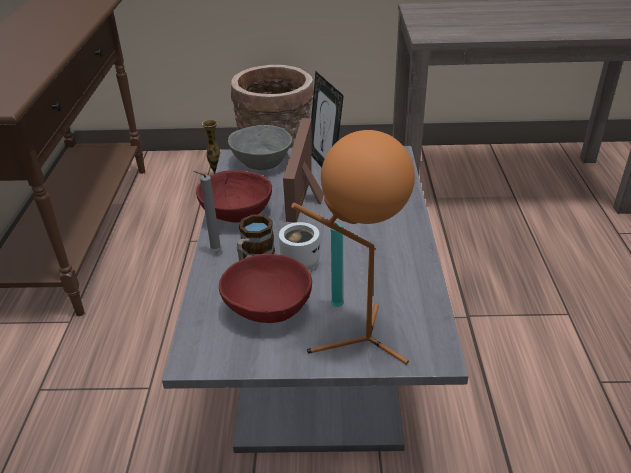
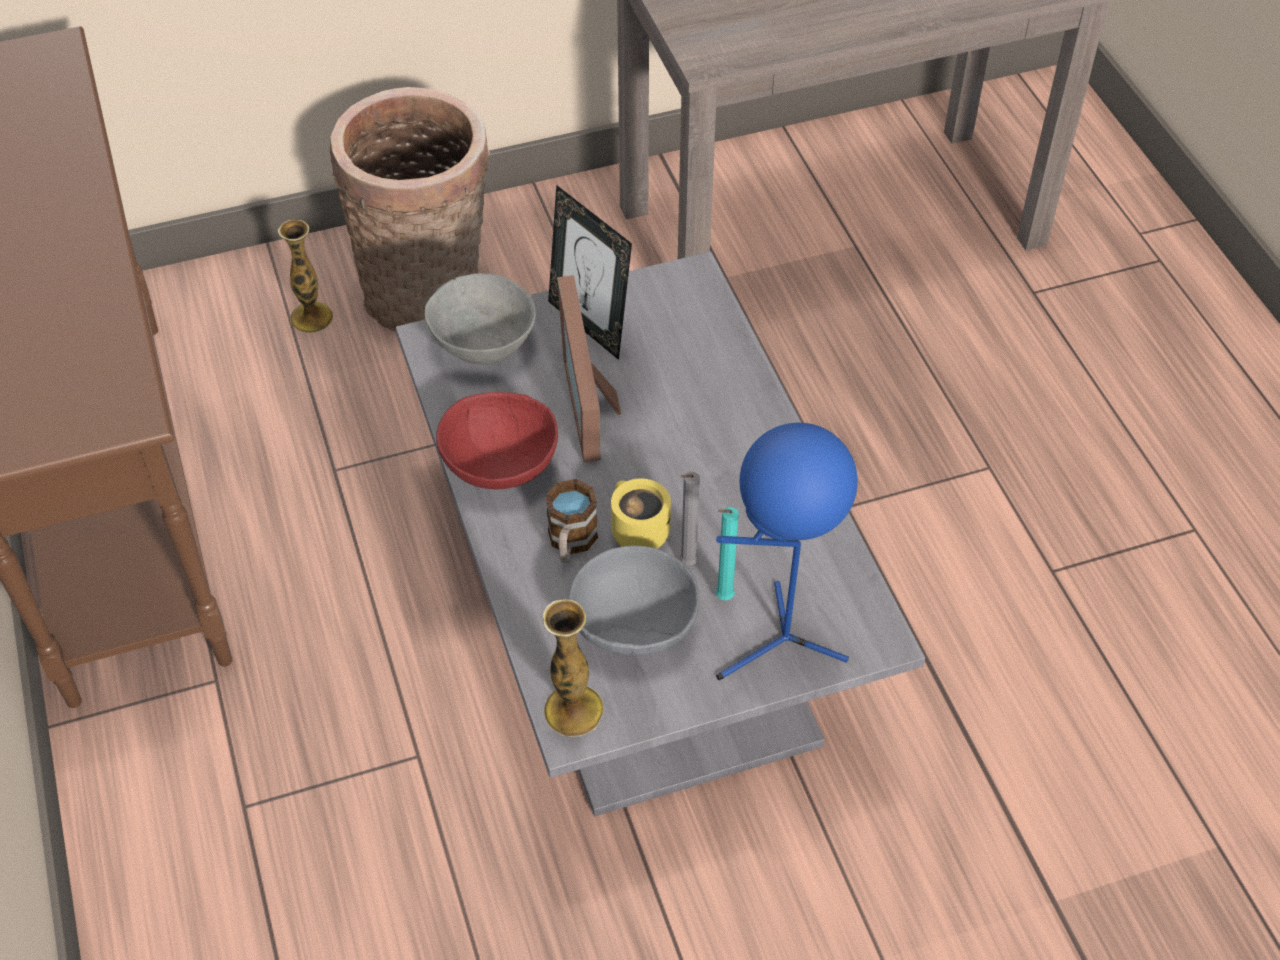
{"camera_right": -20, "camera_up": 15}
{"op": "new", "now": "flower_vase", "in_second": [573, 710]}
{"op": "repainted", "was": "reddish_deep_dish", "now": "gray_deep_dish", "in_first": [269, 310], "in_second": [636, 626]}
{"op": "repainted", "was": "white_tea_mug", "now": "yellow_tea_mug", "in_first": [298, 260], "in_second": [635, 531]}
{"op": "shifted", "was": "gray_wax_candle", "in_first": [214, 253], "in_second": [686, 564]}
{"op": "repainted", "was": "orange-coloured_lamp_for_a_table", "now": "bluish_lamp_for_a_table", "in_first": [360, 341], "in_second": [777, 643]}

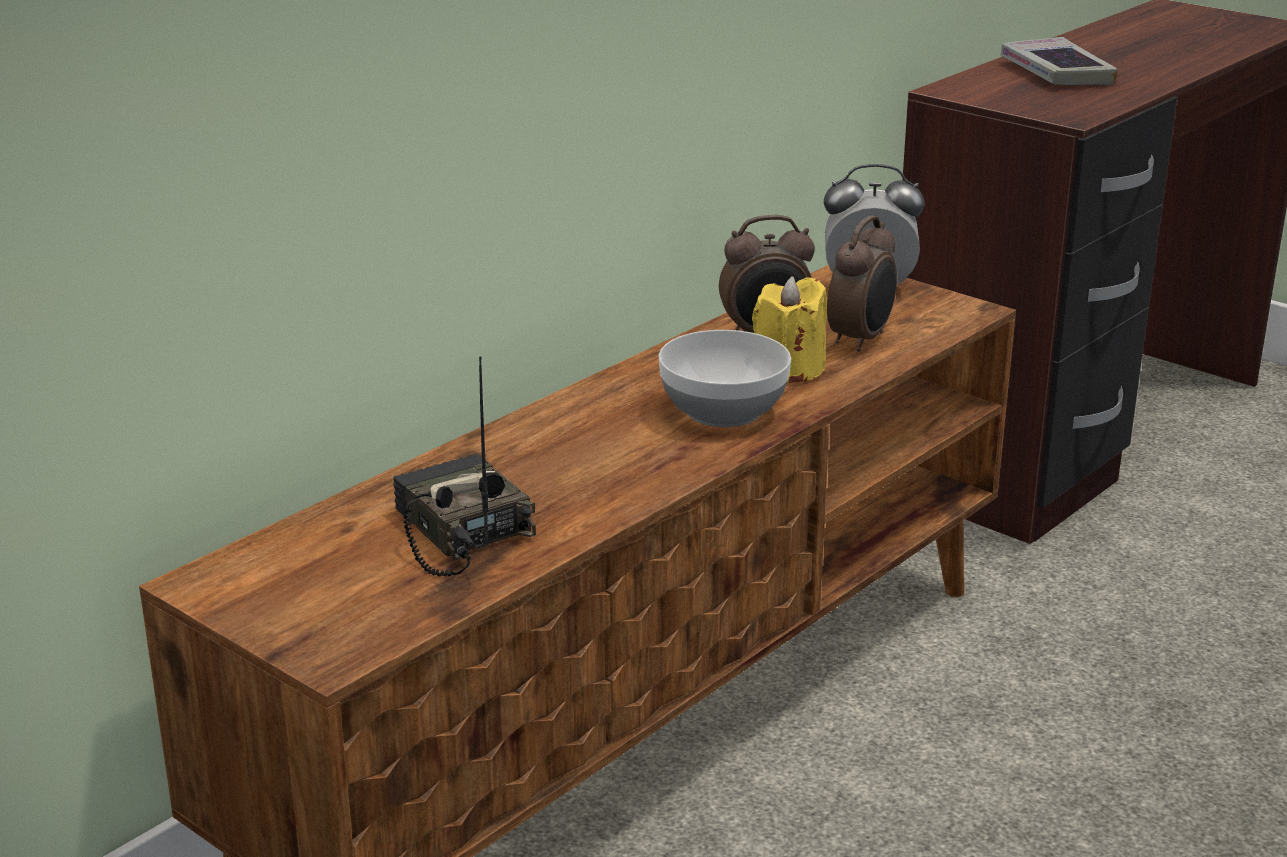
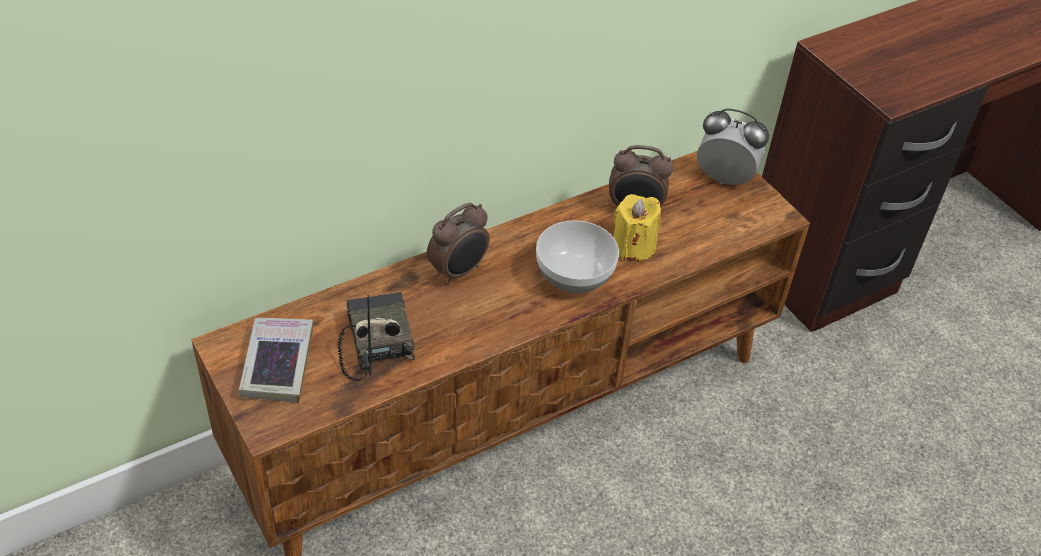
{"camera_right": 15, "camera_up": 20}
{"op": "shifted", "was": "book", "in_first": [1056, 73], "in_second": [277, 364]}
{"op": "shifted", "was": "bedside_clock", "in_first": [861, 340], "in_second": [459, 271]}

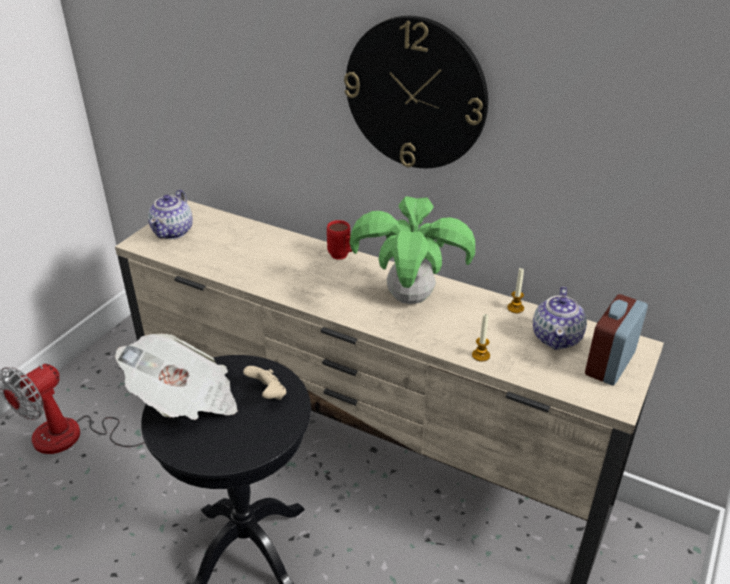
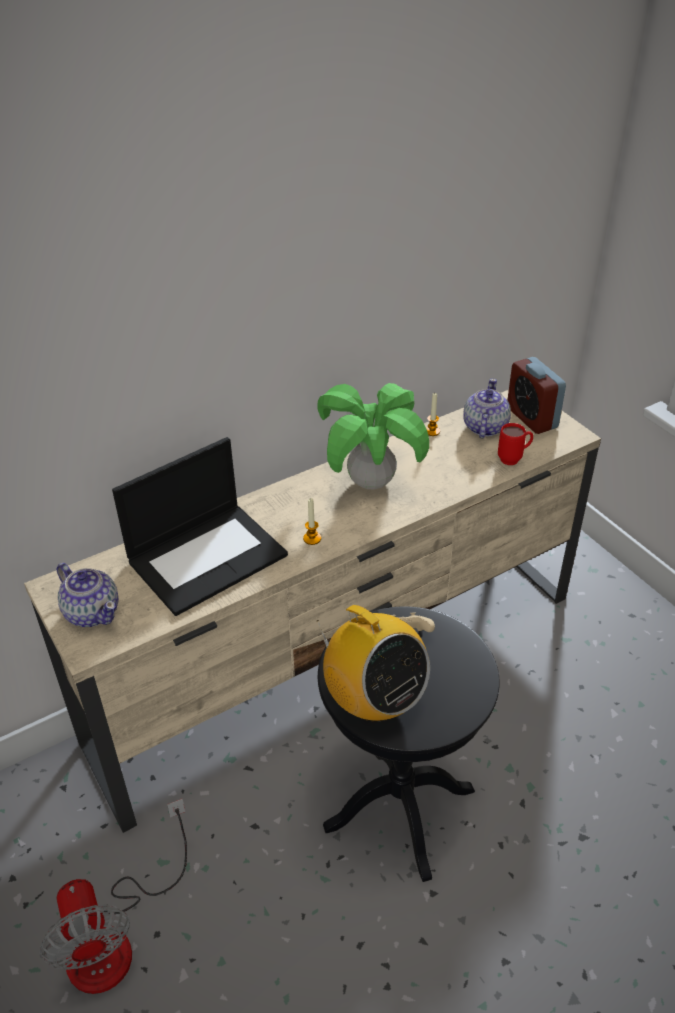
{"camera_right": -60, "camera_up": 5}
{"op": "new", "now": "notebook_computer", "in_second": [208, 556]}
{"op": "shifted", "was": "wax_candle", "in_first": [480, 355], "in_second": [312, 538]}
{"op": "swapped", "was": "newspaper", "now": "radio", "in_first": [185, 400], "in_second": [374, 701]}
{"op": "rotated", "was": "pot_for_tea", "in_first": [557, 337], "in_second": [484, 427], "clockwise": -120}
{"op": "shifted", "was": "reddish_tea_mug", "in_first": [342, 257], "in_second": [514, 459]}
{"op": "gone", "was": "clock_on_the_wall", "in_first": [415, 94]}

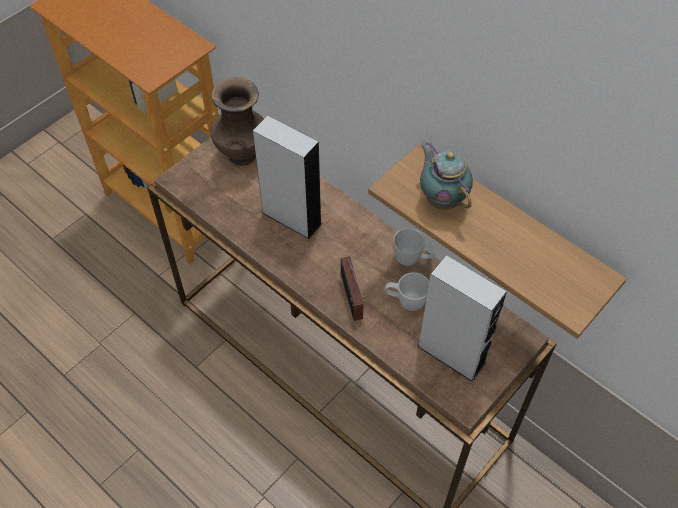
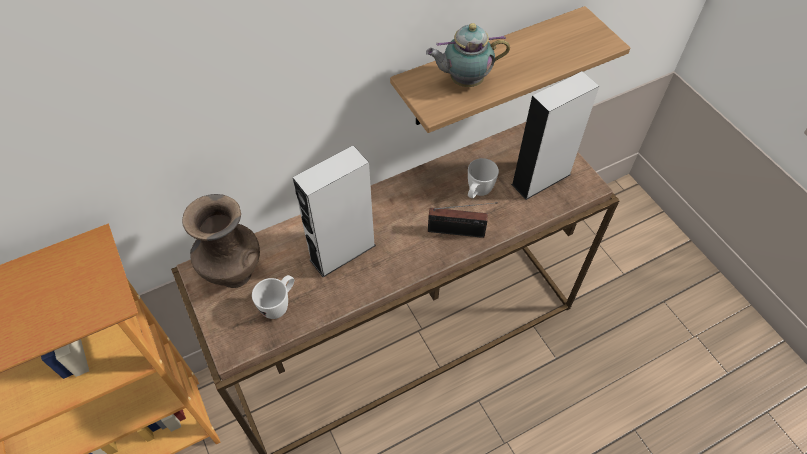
{"camera_right": -70, "camera_up": 0}
{"op": "shifted", "was": "white_tea_mug", "in_first": [412, 259], "in_second": [279, 304]}

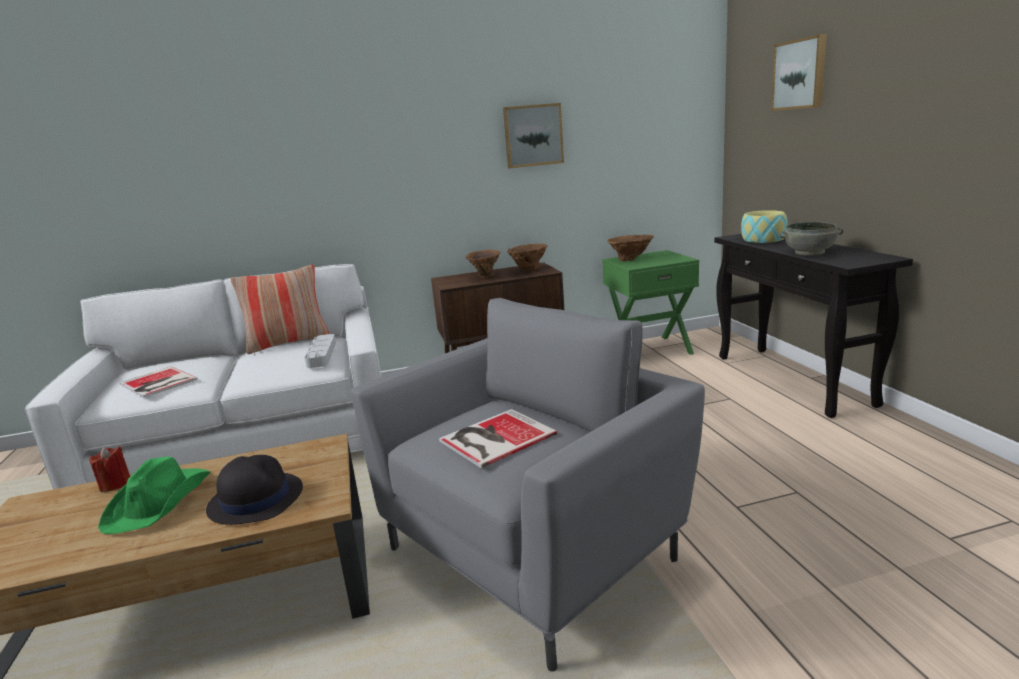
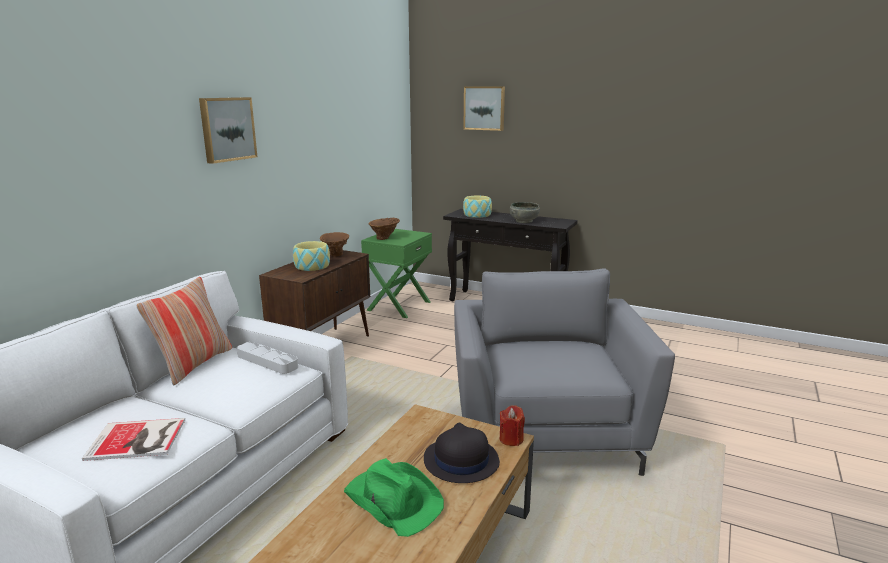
{"camera_right": -50, "camera_up": 0}
{"op": "shifted", "was": "wall_picture", "in_first": [533, 135], "in_second": [227, 129]}
{"op": "swapped", "was": "brown_flower_vase", "now": "deep_dish", "in_first": [484, 277], "in_second": [312, 266]}
{"op": "shifted", "was": "reddish_wax_candle", "in_first": [115, 484], "in_second": [511, 439]}
{"op": "gone", "was": "book", "in_first": [494, 438]}

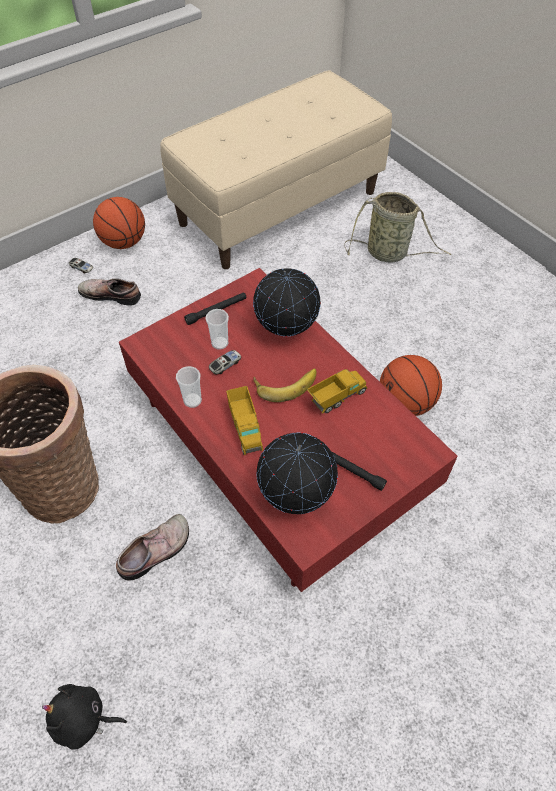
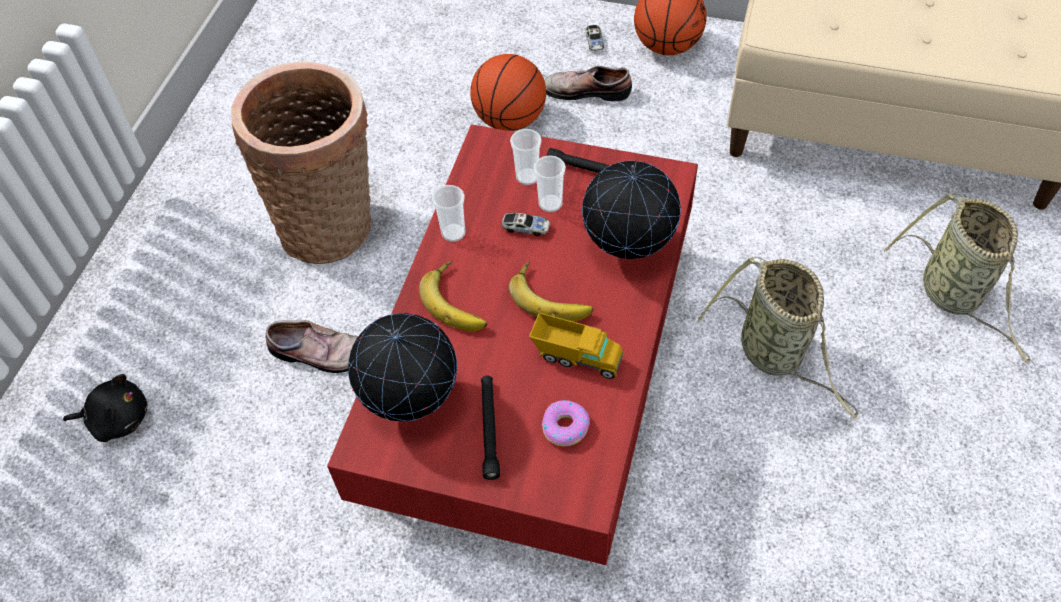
{"camera_right": 55, "camera_up": 0}
{"op": "rotated", "was": "blackish_soft_toy", "in_first": [83, 720], "in_second": [117, 419], "clockwise": 120}
{"op": "swapped", "was": "toy_lorry", "now": "whole_banana", "in_first": [245, 429], "in_second": [458, 301]}
{"op": "shifted", "was": "ball_for_basketball", "in_first": [405, 402], "in_second": [510, 120]}
{"op": "new", "now": "drinking_cup", "in_second": [527, 177]}
{"op": "new", "now": "ring_doughnut", "in_second": [565, 426]}
{"op": "rotated", "was": "low_shoe", "in_first": [111, 294], "in_second": [587, 89], "clockwise": -60}
{"op": "new", "now": "basket", "in_second": [774, 355]}

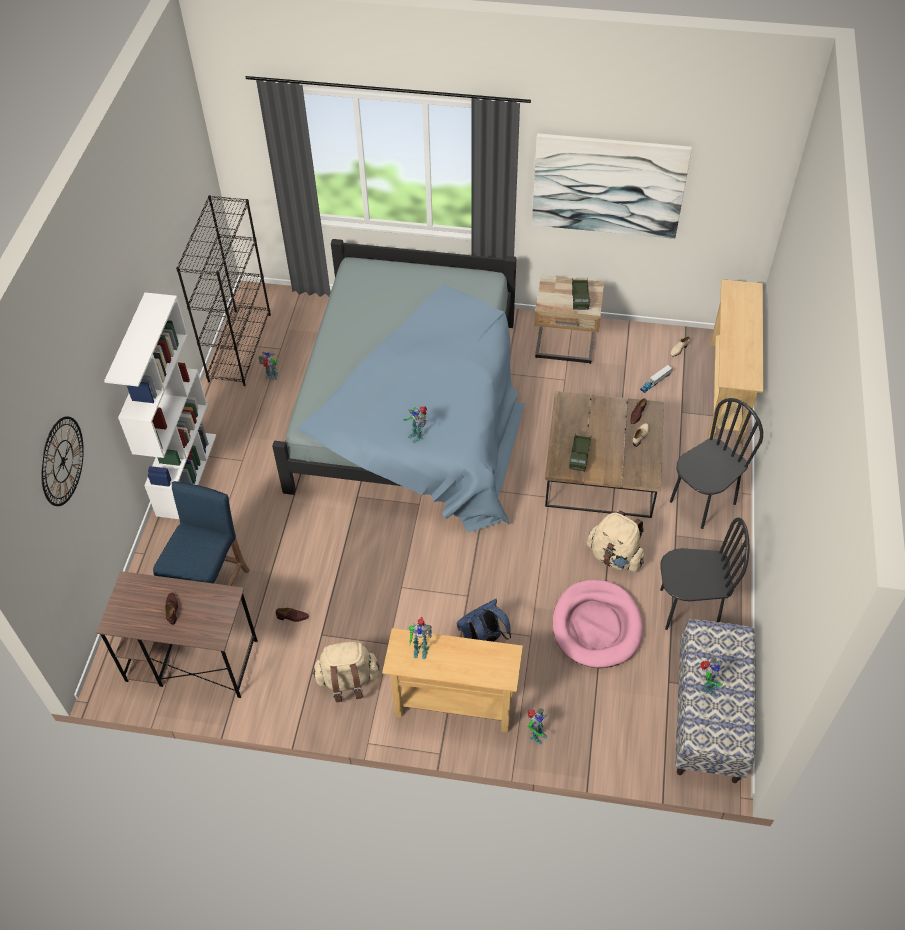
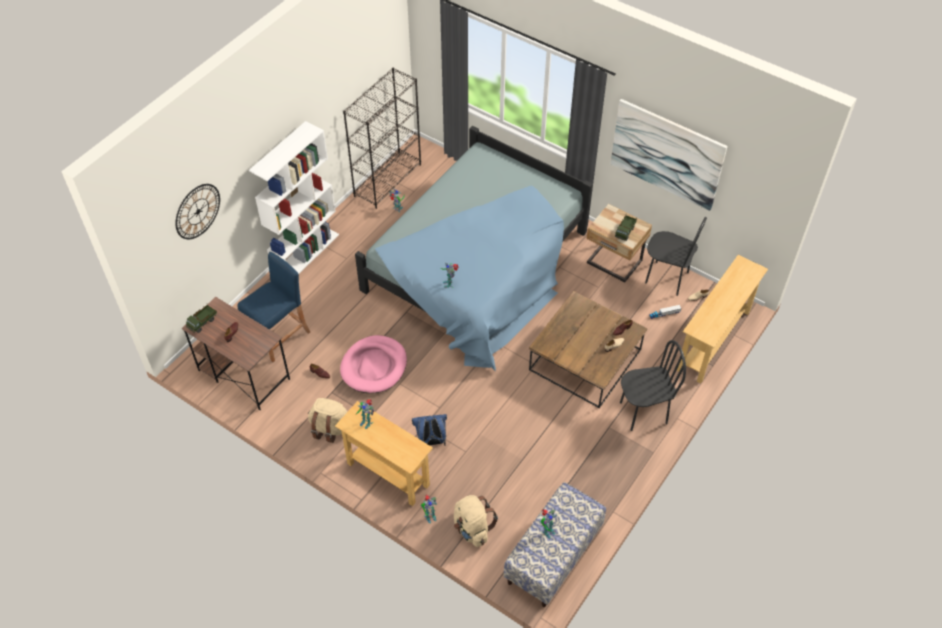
{"camera_right": 25, "camera_up": 0}
{"op": "shifted", "was": "toy_lorry", "in_first": [579, 458], "in_second": [203, 323]}
{"op": "shifted", "was": "pinkish_dog_cushion", "in_first": [596, 626], "in_second": [374, 366]}
{"op": "shifted", "was": "beige-coloured_backpack", "in_first": [615, 556], "in_second": [472, 528]}
{"op": "shifted", "was": "blackish_plain_chair", "in_first": [688, 608], "in_second": [666, 278]}

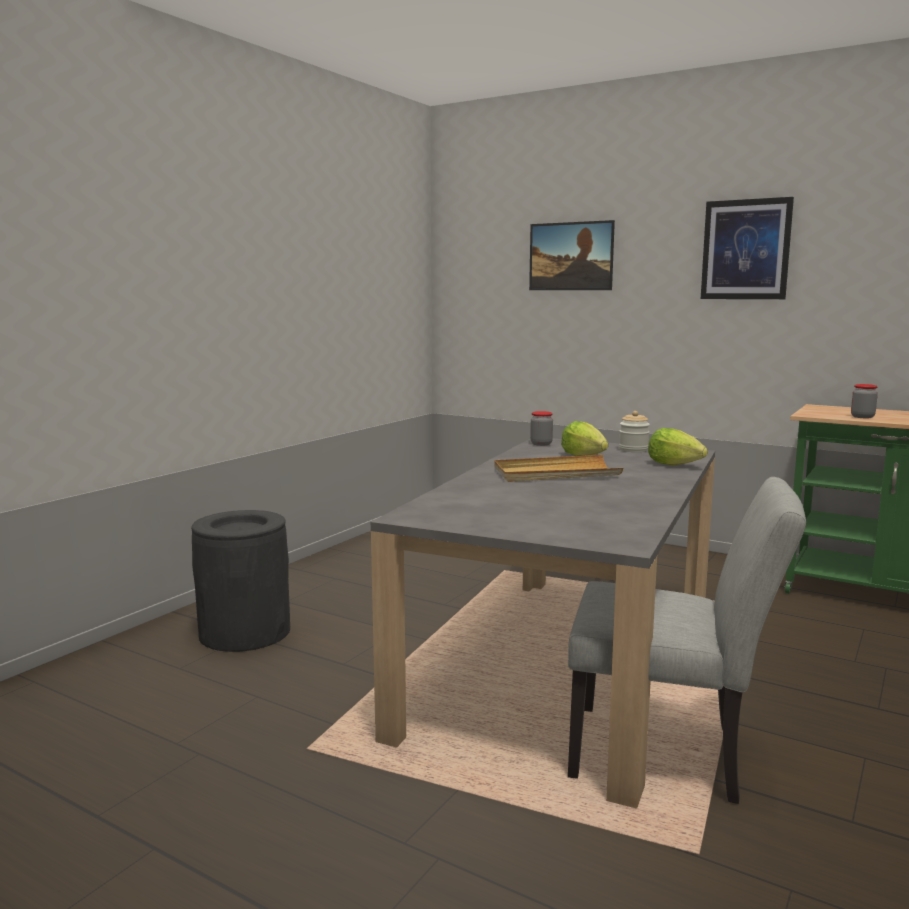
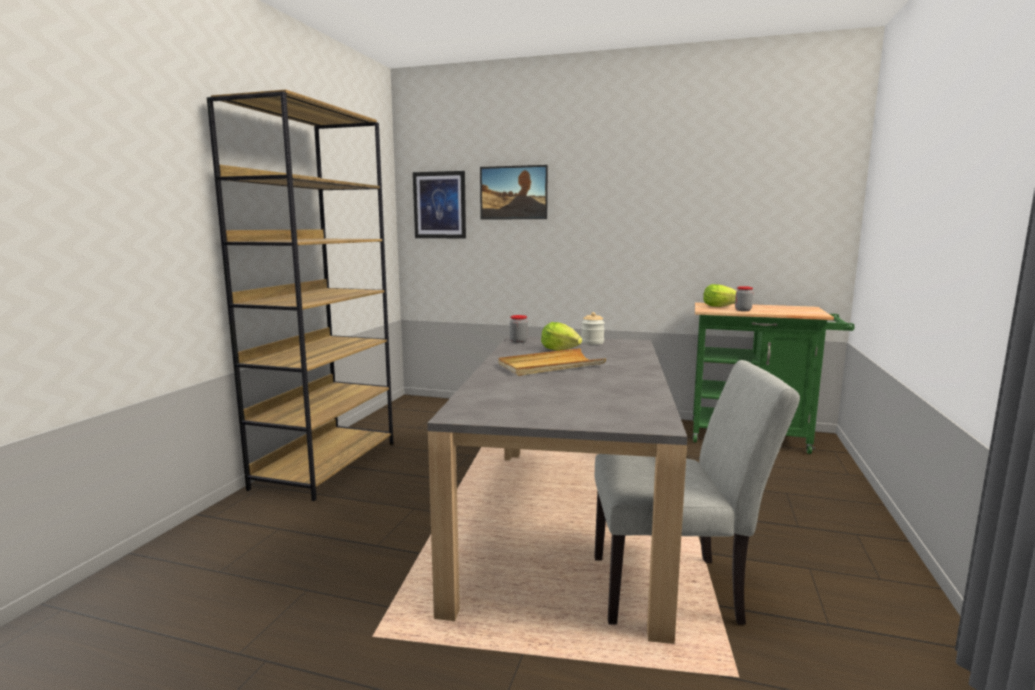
{"camera_right": -15, "camera_up": 0}
{"op": "new", "now": "brown_shelving_unit", "in_second": [326, 464]}
{"op": "shifted", "was": "wall_picture", "in_first": [745, 249], "in_second": [439, 205]}
{"op": "shifted", "was": "head_of_lettuce", "in_first": [674, 465], "in_second": [719, 306]}
{"op": "gone", "was": "blackish_waste_bin", "in_first": [245, 632]}

